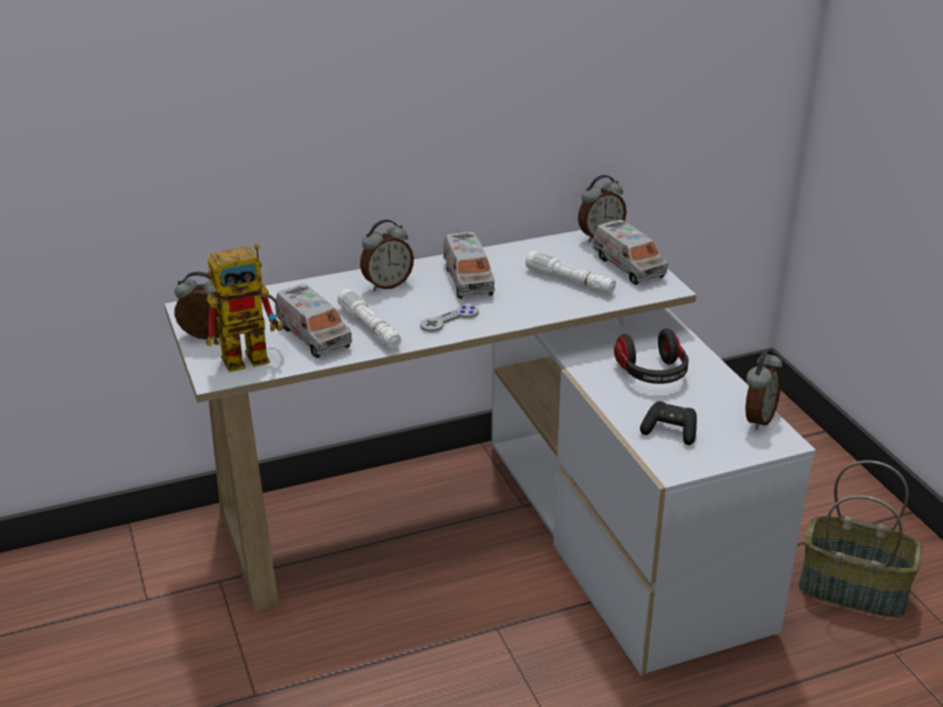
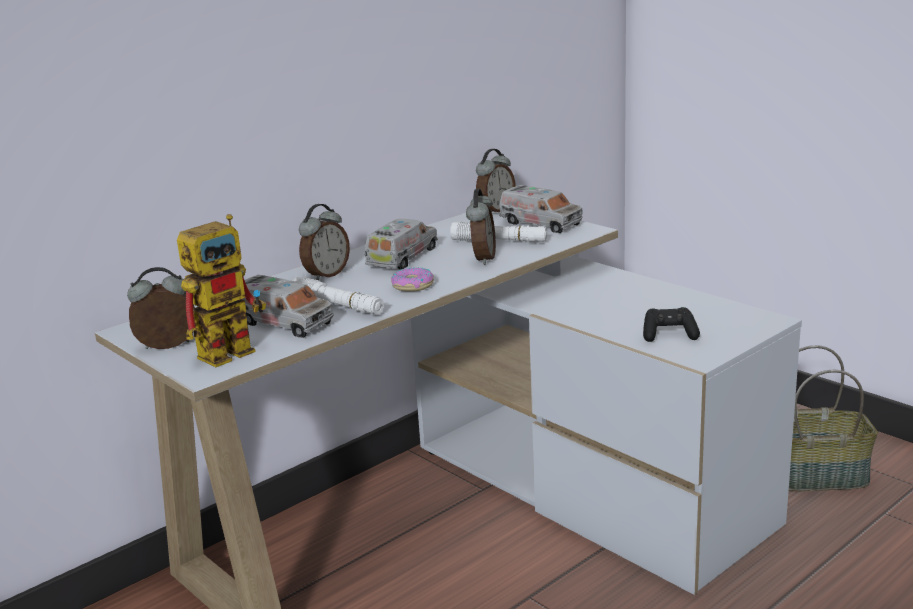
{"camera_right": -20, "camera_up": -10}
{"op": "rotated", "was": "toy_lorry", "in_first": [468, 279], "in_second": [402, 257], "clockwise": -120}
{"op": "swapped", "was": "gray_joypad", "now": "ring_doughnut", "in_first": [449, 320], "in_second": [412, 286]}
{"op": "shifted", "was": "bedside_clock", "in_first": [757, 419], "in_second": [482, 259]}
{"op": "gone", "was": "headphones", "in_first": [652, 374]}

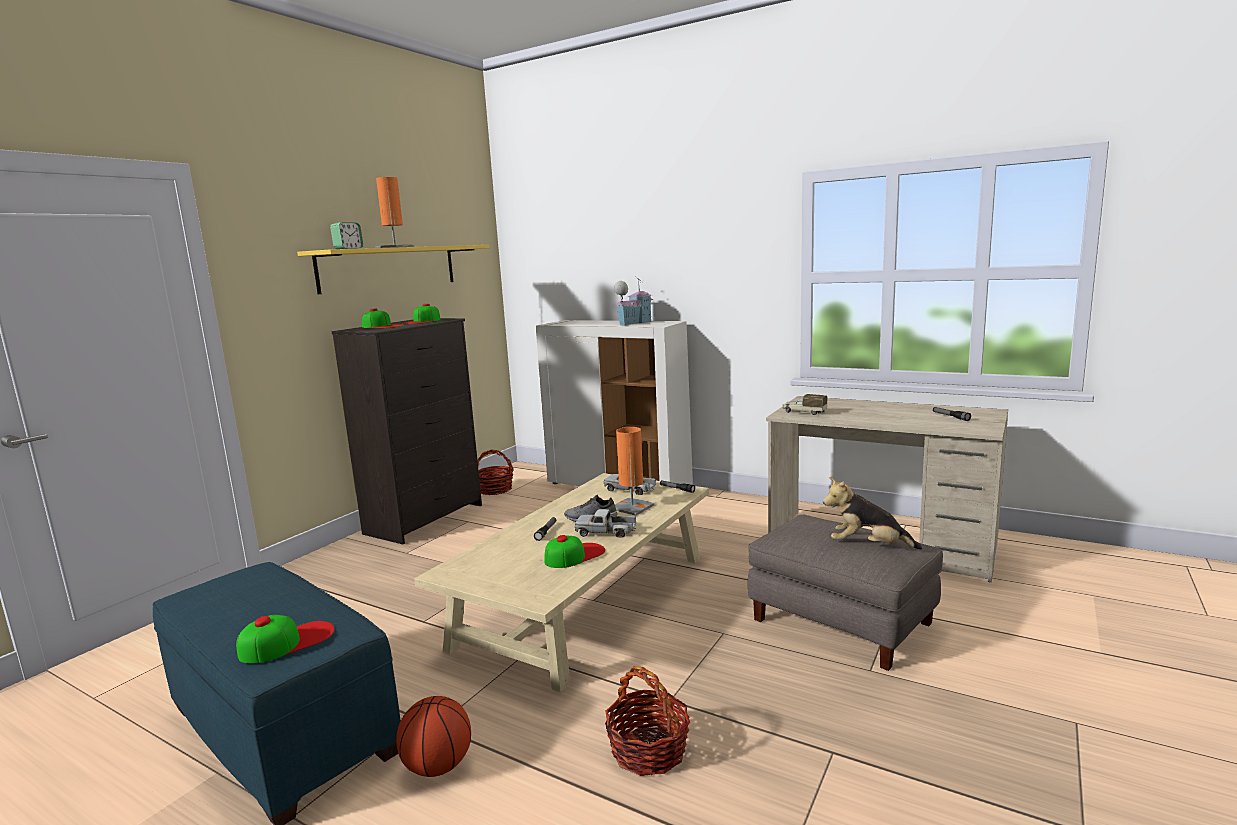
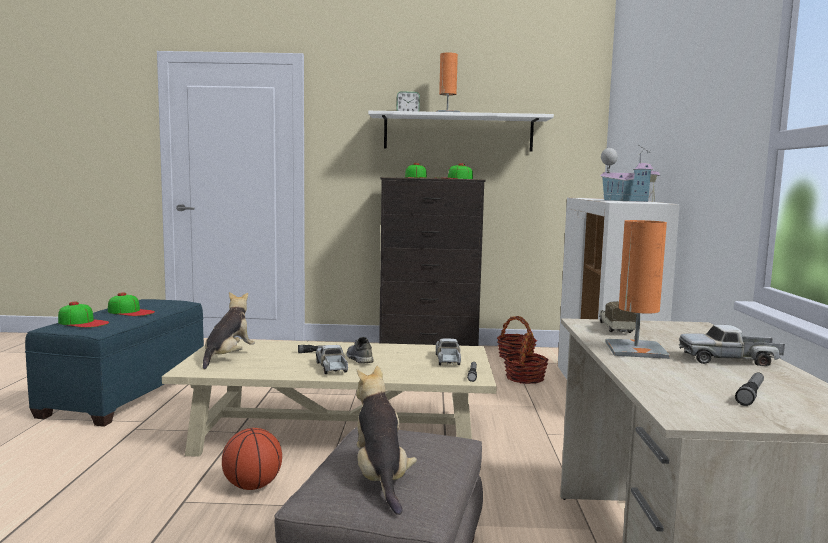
{"camera_right": 60, "camera_up": -5}
{"op": "shifted", "was": "cap", "in_first": [574, 555], "in_second": [130, 312]}
{"op": "new", "now": "soft_toy", "in_second": [228, 357]}
{"op": "shifted", "was": "ball_for_basketball", "in_first": [437, 767], "in_second": [252, 486]}
{"op": "repainted", "was": "yellow_shelf", "now": "white_shelf", "in_first": [389, 268], "in_second": [458, 133]}
{"op": "shifted", "was": "basket", "in_first": [649, 750], "in_second": [525, 378]}
{"op": "shifted", "was": "orange-coloured_lamp_for_a_table", "in_first": [632, 507], "in_second": [636, 350]}
{"op": "new", "now": "toy_lorry", "in_second": [729, 359]}

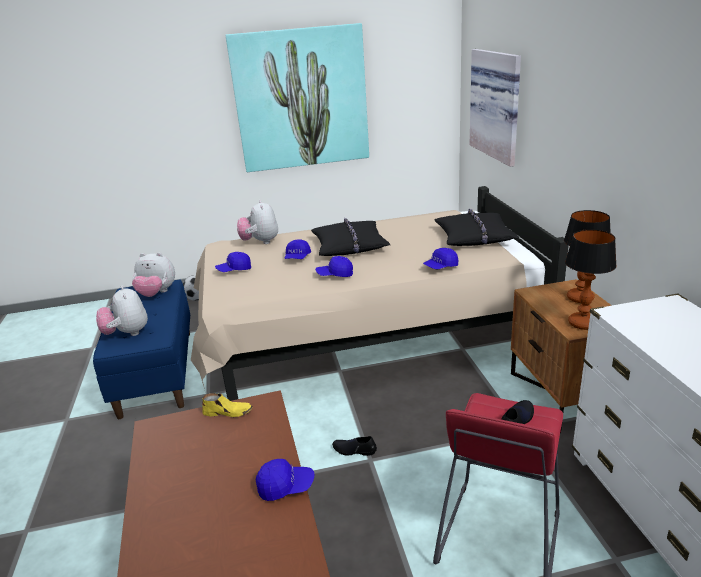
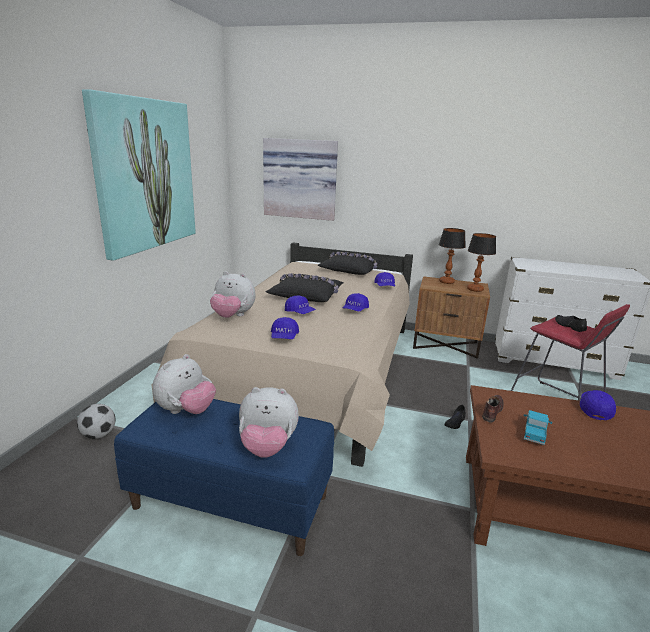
{"camera_right": -65, "camera_up": -5}
{"op": "repainted", "was": "yellow_low_shoe", "now": "brown_low_shoe", "in_first": [228, 412], "in_second": [491, 411]}
{"op": "new", "now": "toy_lorry", "in_second": [534, 433]}

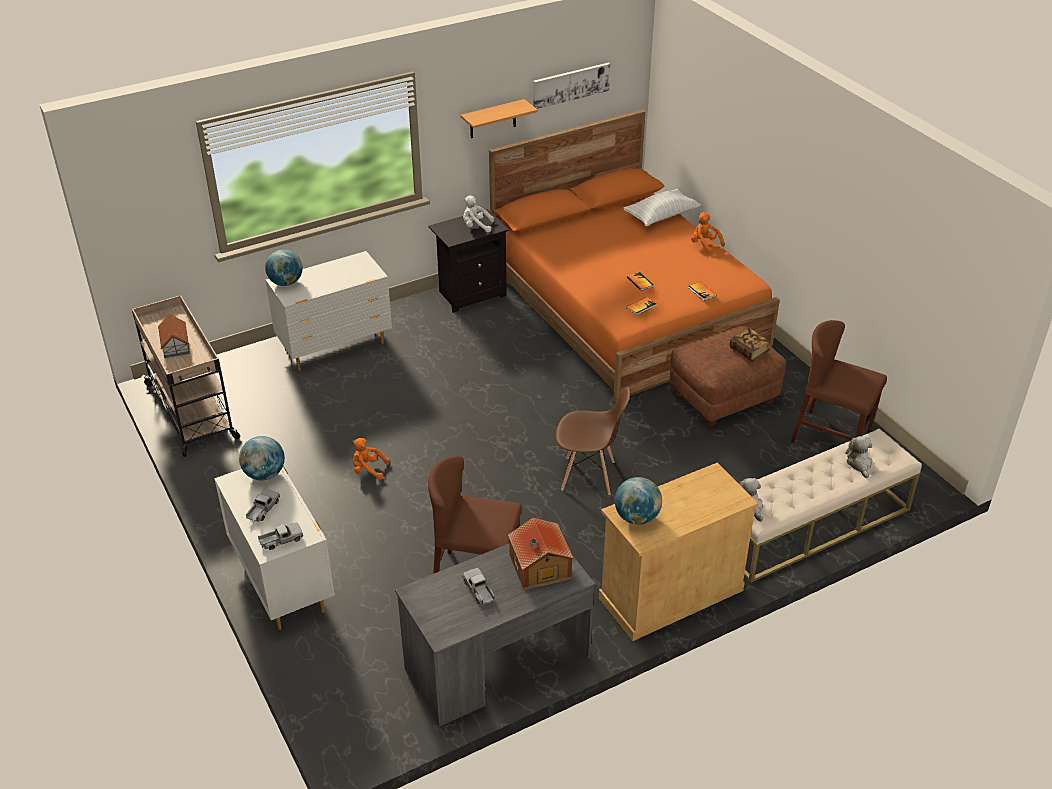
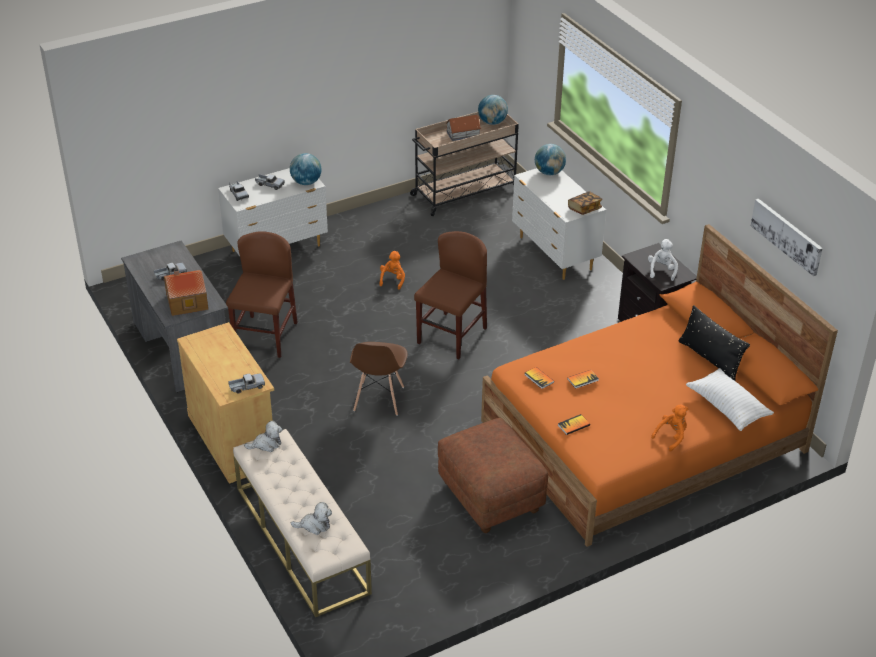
{"camera_right": 90, "camera_up": 0}
{"op": "new", "now": "toy_lorry", "in_second": [247, 386]}
{"op": "shifted", "was": "brown_plain_chair", "in_first": [831, 437], "in_second": [452, 336]}
{"op": "shifted", "was": "desk_globe", "in_first": [637, 517], "in_second": [492, 122]}
{"op": "shifted", "was": "book", "in_first": [749, 351], "in_second": [584, 209]}
{"op": "new", "now": "blackish_throw_pillow", "in_second": [710, 359]}
{"op": "gone", "was": "shelf", "in_first": [492, 119]}

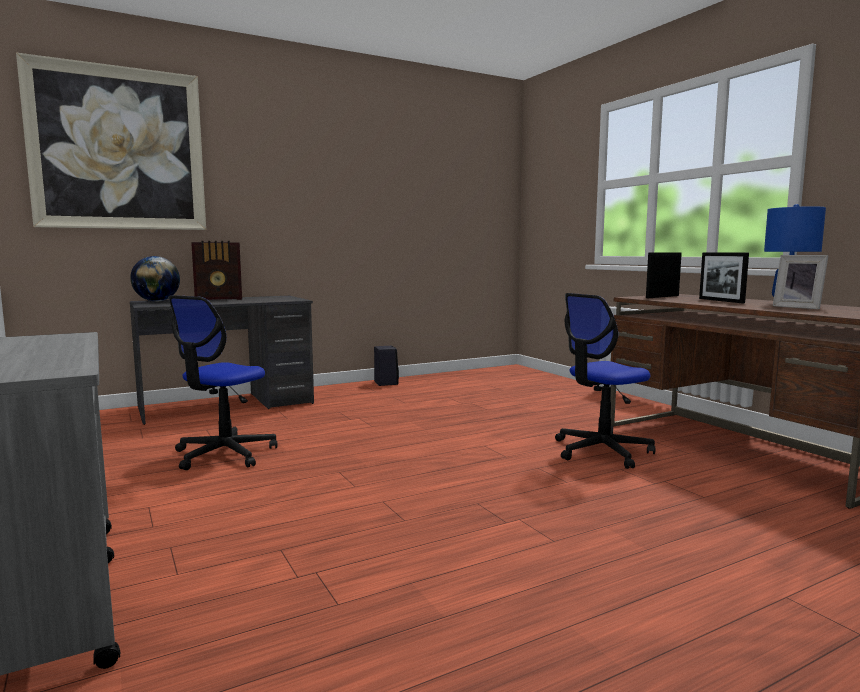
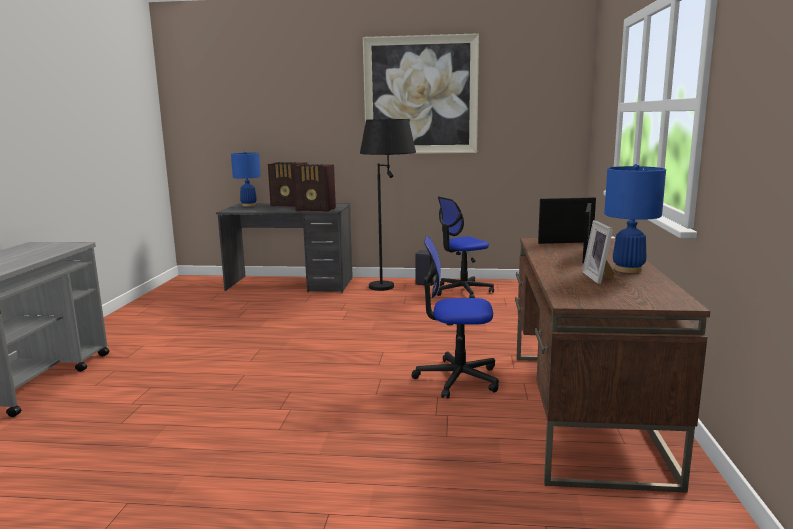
{"camera_right": 35, "camera_up": 5}
{"op": "swapped", "was": "desk_globe", "now": "bluish_lamp_for_a_table", "in_first": [157, 301], "in_second": [249, 205]}
{"op": "new", "now": "radio", "in_second": [316, 210]}
{"op": "new", "now": "blackish_standing_lamp", "in_second": [390, 290]}
{"op": "shifted", "was": "wall_picture", "in_first": [118, 149], "in_second": [420, 95]}
{"op": "shifted", "was": "desk_chair", "in_first": [224, 454], "in_second": [462, 291]}

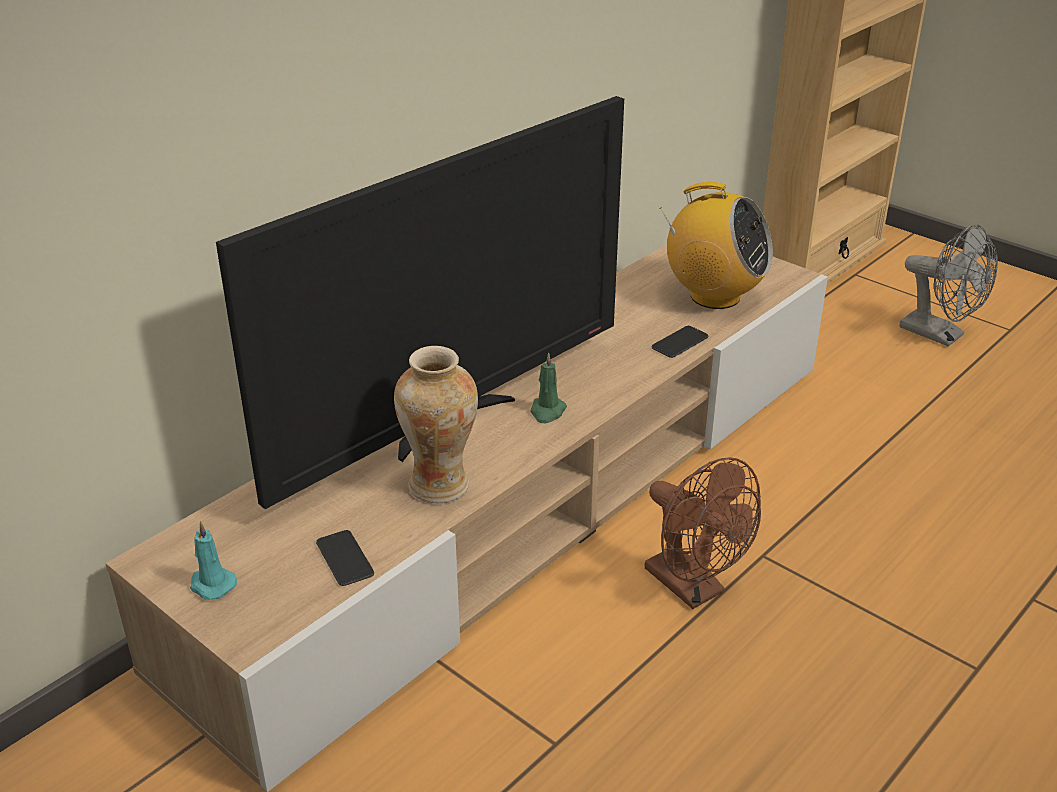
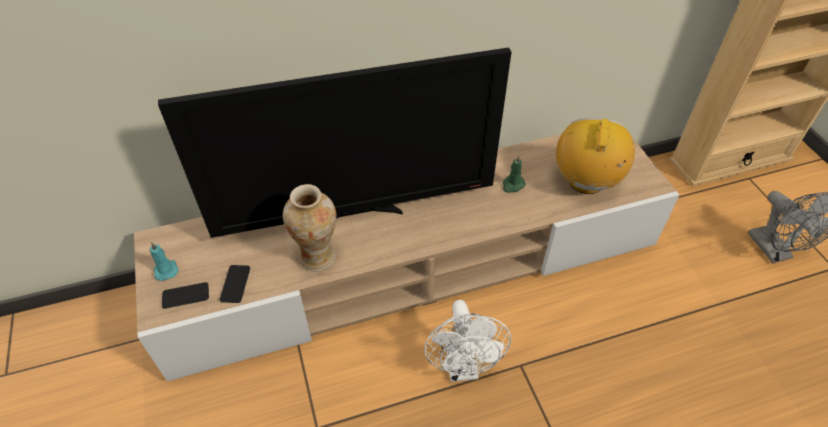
{"camera_right": 30, "camera_up": 15}
{"op": "shifted", "was": "phone", "in_first": [680, 343], "in_second": [185, 296]}
{"op": "repainted", "was": "brown_cooling_fan", "now": "white_cooling_fan", "in_first": [693, 588], "in_second": [462, 367]}
{"op": "shifted", "was": "green-coloured_wax_candle", "in_first": [547, 412], "in_second": [512, 185]}
{"op": "rotated", "was": "radio", "in_first": [714, 296], "in_second": [586, 182], "clockwise": -135}

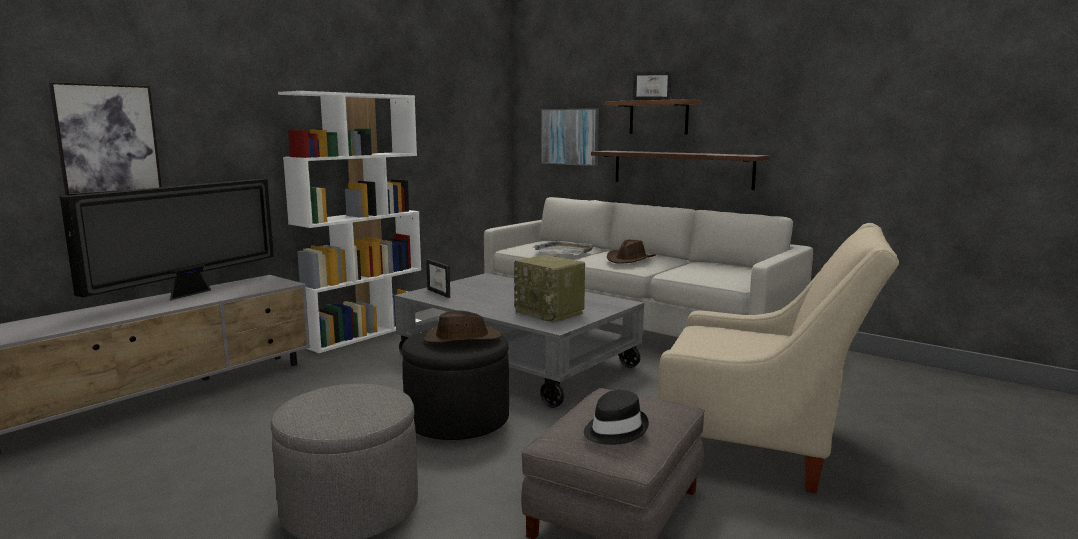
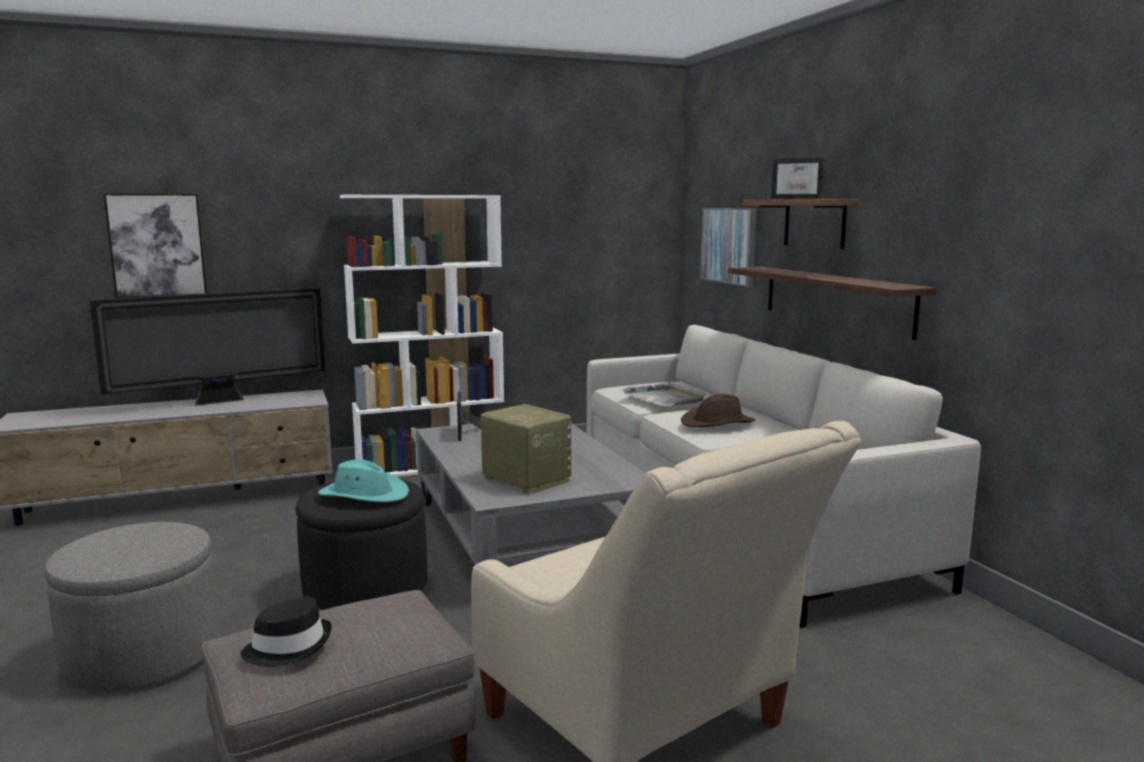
{"camera_right": 30, "camera_up": 0}
{"op": "repainted", "was": "brown_wearable_hat", "now": "turquoise_wearable_hat", "in_first": [462, 339], "in_second": [364, 494]}
{"op": "rotated", "was": "radio", "in_first": [550, 313], "in_second": [524, 479], "clockwise": 150}

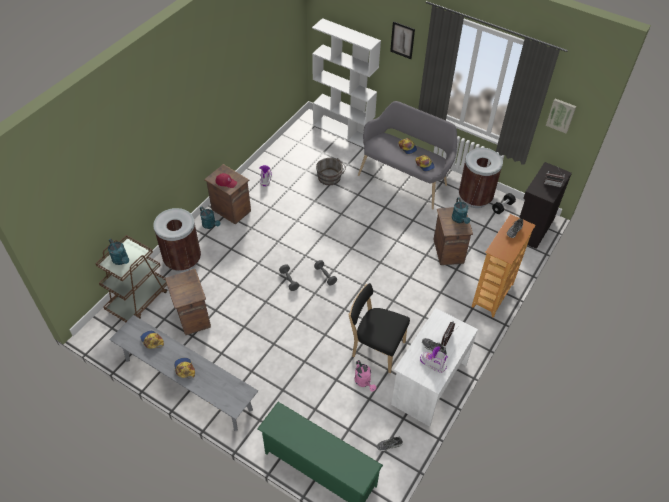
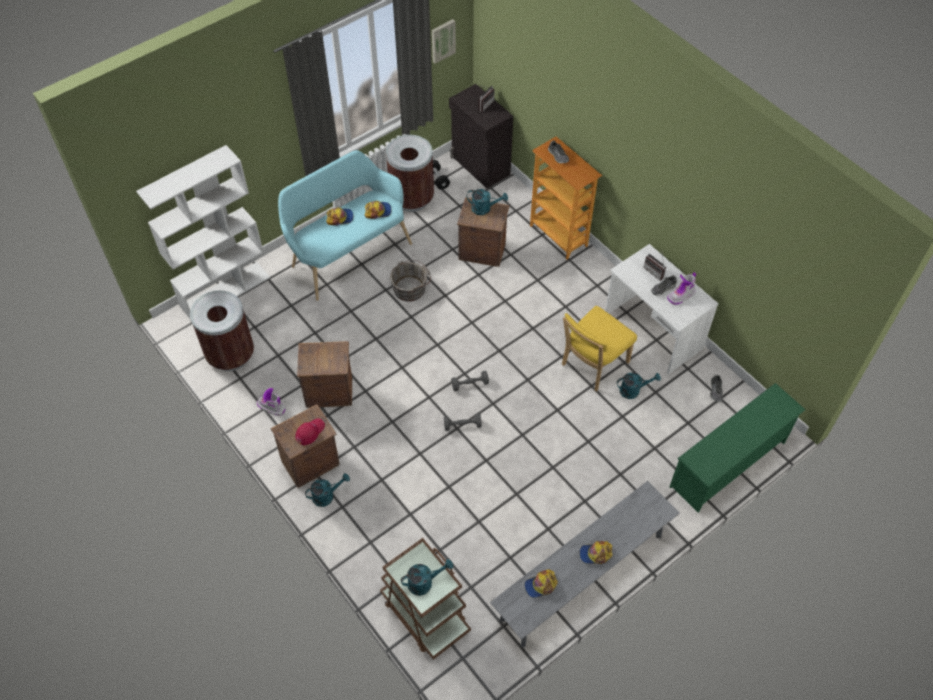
{"camera_right": -70, "camera_up": 5}
{"op": "shifted", "was": "brown_waste_bin", "in_first": [182, 260], "in_second": [230, 354]}
{"op": "repainted", "was": "gray_bench", "now": "turquoise_bench", "in_first": [405, 178], "in_second": [347, 253]}
{"op": "shifted", "was": "shipping_crate", "in_first": [193, 317], "in_second": [330, 393]}
{"op": "shifted", "was": "gray_bucket", "in_first": [330, 178], "in_second": [411, 288]}
{"op": "repainted", "was": "blackish_plain_chair", "now": "yellow_plain_chair", "in_first": [376, 348], "in_second": [592, 365]}
{"op": "repainted", "was": "pinkish_watering_can", "now": "turquoise_watering_can", "in_first": [364, 382], "in_second": [633, 390]}
{"op": "gone", "was": "wall_picture", "in_first": [402, 40]}

